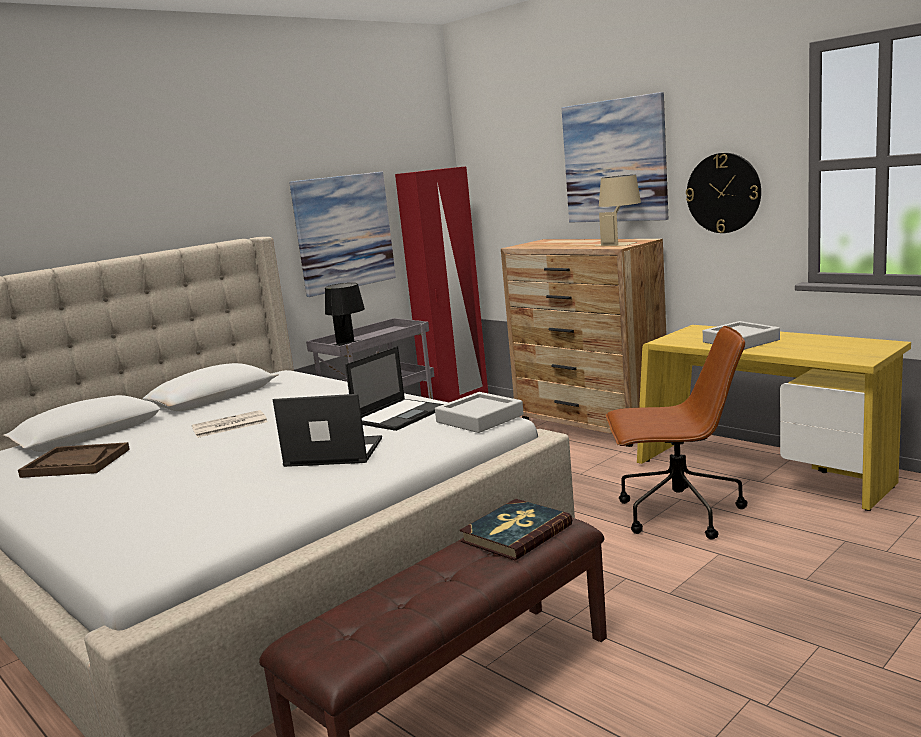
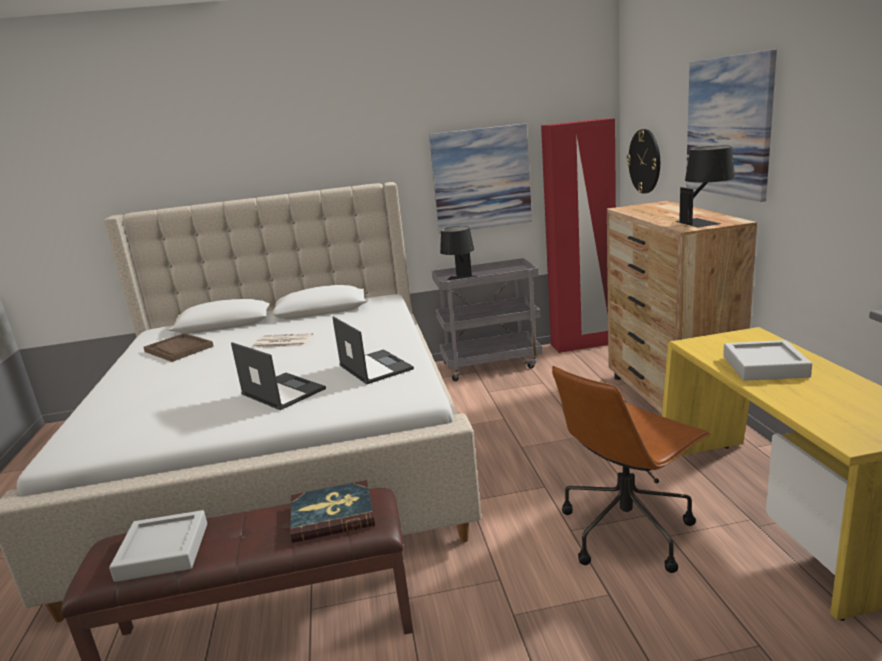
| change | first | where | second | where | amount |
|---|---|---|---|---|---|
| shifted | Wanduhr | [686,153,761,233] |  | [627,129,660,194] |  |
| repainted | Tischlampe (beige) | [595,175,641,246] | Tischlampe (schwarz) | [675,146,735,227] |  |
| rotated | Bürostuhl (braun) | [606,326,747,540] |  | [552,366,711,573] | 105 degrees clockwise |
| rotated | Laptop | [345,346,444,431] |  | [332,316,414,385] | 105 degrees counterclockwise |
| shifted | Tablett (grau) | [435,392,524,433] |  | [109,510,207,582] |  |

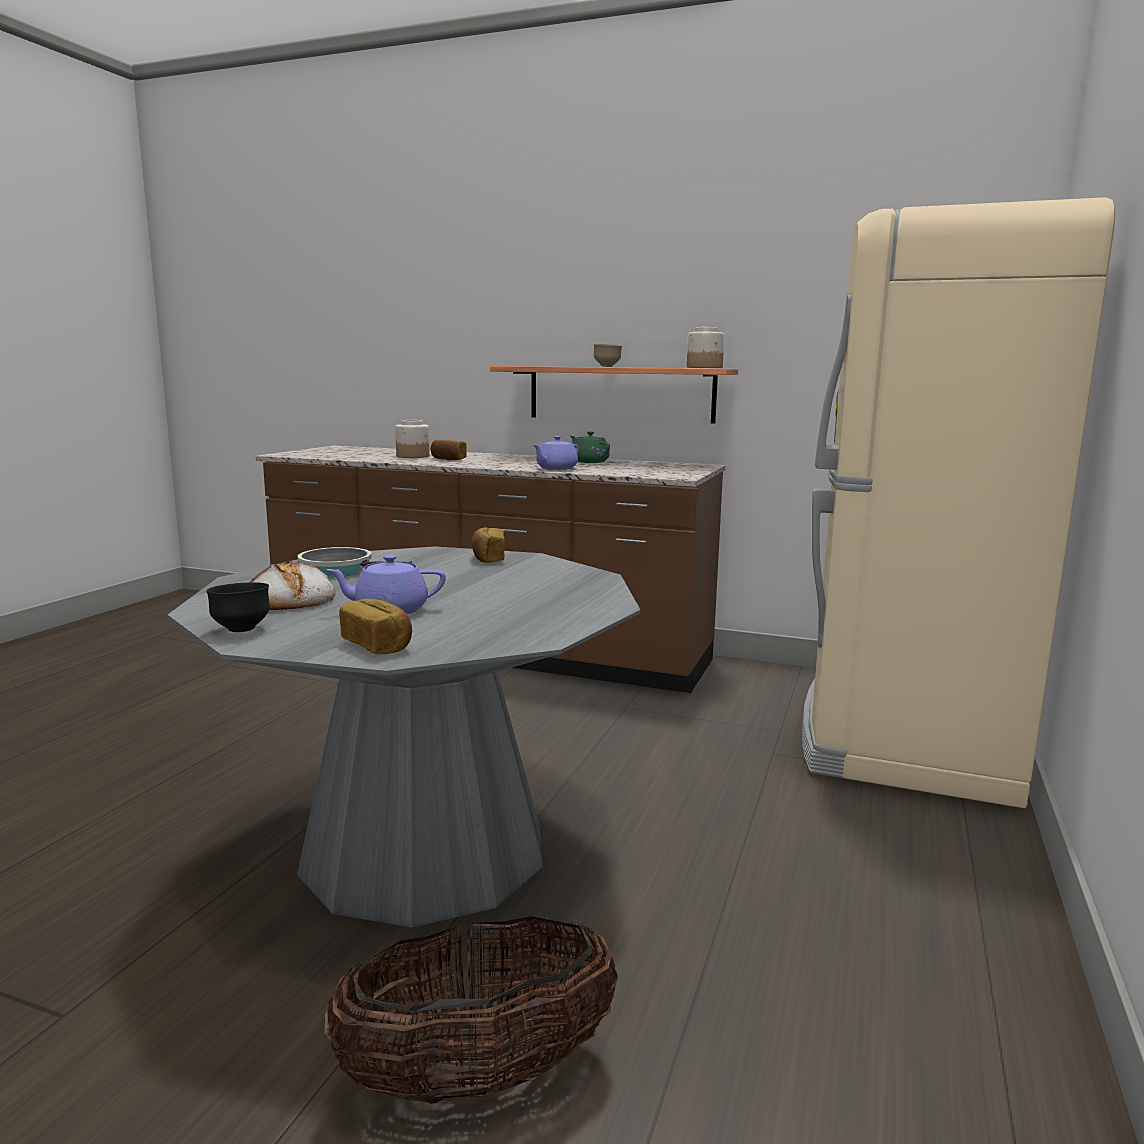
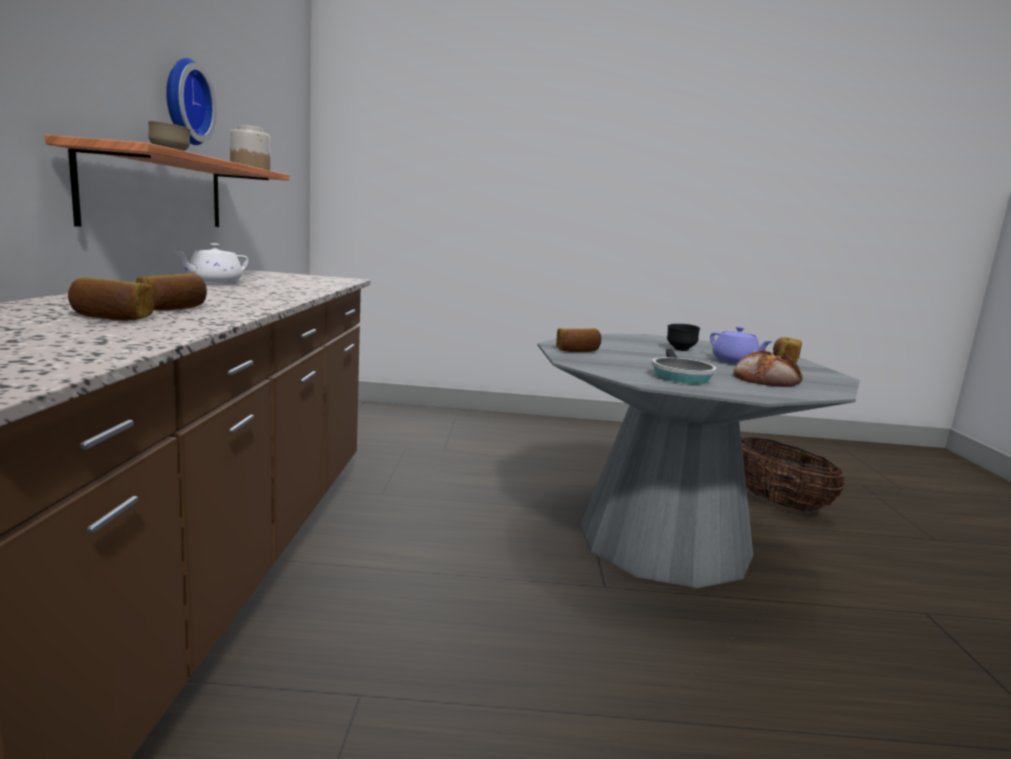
| change | first | where | second | where | amount |
|---|---|---|---|---|---|
| gone | Kühlschrank (beige) | [802,197,1115,808] |  |  |  |
| swapped | Vorratsglas | [395,420,429,458] | Brot | [68,277,153,321] |  |
| repainted | Teekanne (grün) | [570,431,610,463] | Teekanne (weiß) | [173,243,249,284] |  |
| gone | Teekanne (lila) | [533,436,578,470] |  |  |  |
| shifted | Schüssel (schwarz) | [206,582,270,632] |  | [667,324,700,351] |  |
| new |  |  | Wanduhr | [166,58,217,145] |  |

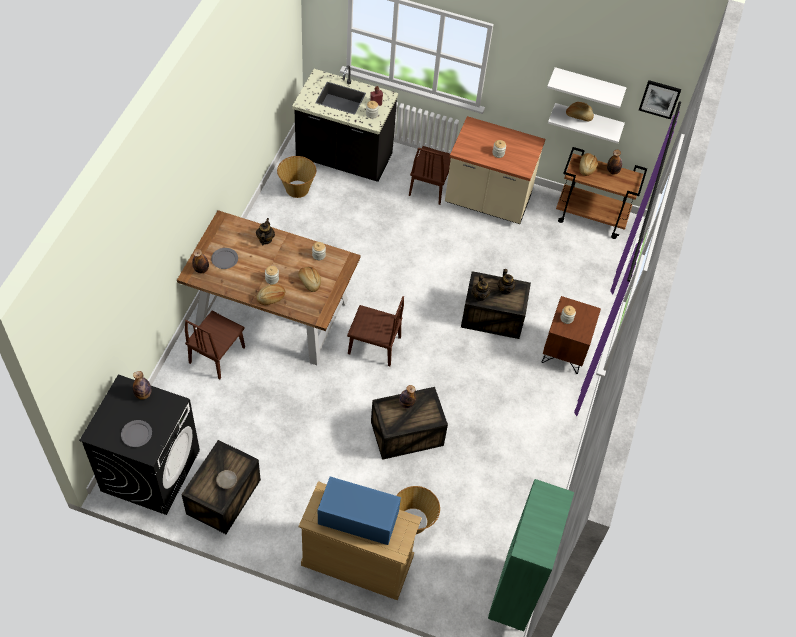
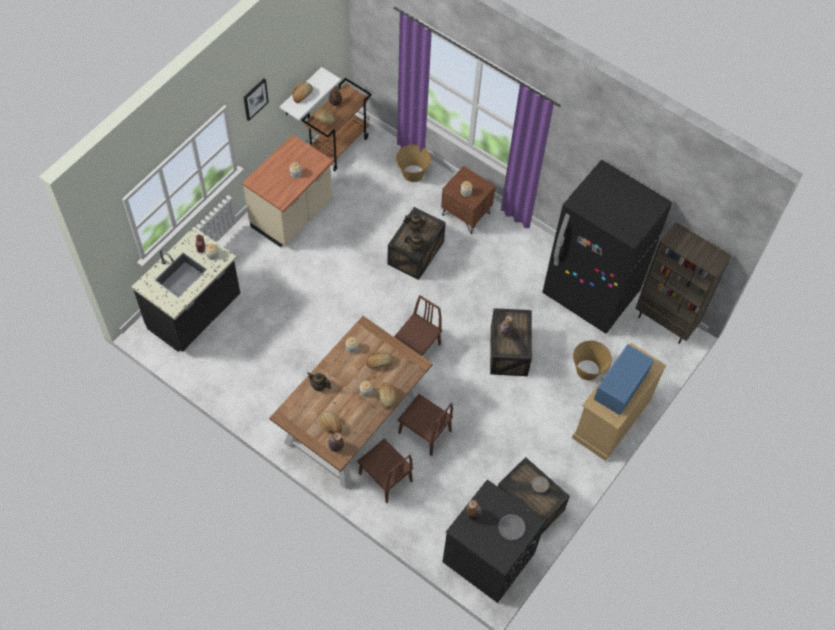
| change | first | where | second | where | amount |
|---|---|---|---|---|---|
| gone | Wandregal (weiß) | [547,67,627,109] |  |  |  |
| shifted | Bild | [639,80,681,119] |  | [244,79,269,121] |  |
| shifted | Stuhl (braun) | [409,146,451,205] |  | [398,394,453,456] |  |
| shifted | Korb | [277,156,316,198] |  | [396,145,431,182] |  |
| swapped | Teller (grau) | [211,248,238,269] | Brot | [319,411,342,434] |  |
| repainted | Bücherregal (grün) | [488,479,574,631] | Bücherregal (braun) | [635,222,732,344] |  |
| new |  |  | Kühlschrank (schwarz) | [542,160,672,334] |  |

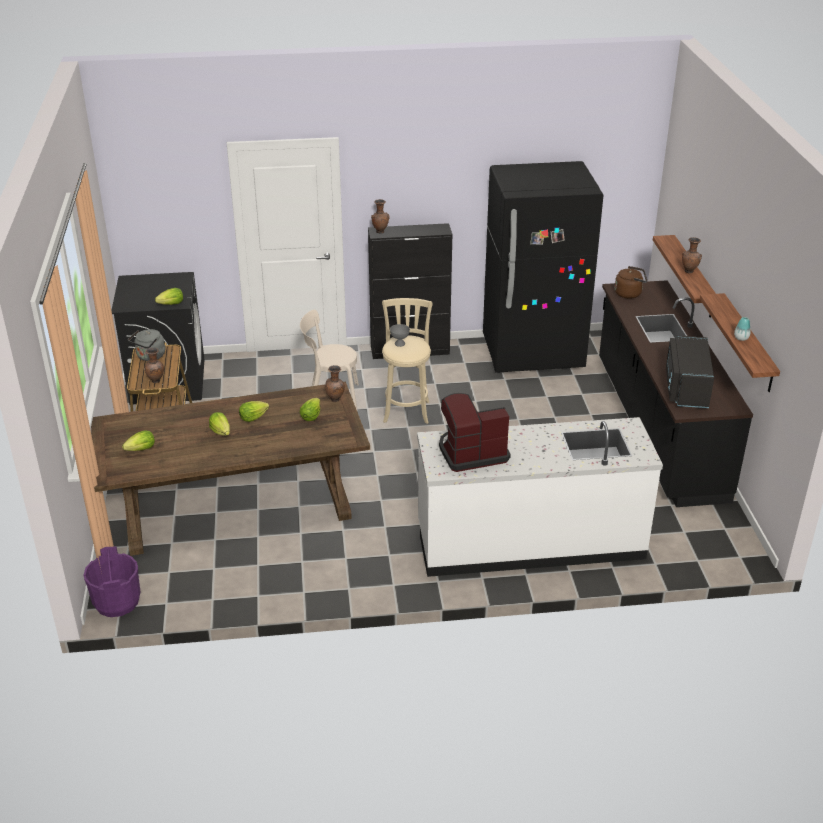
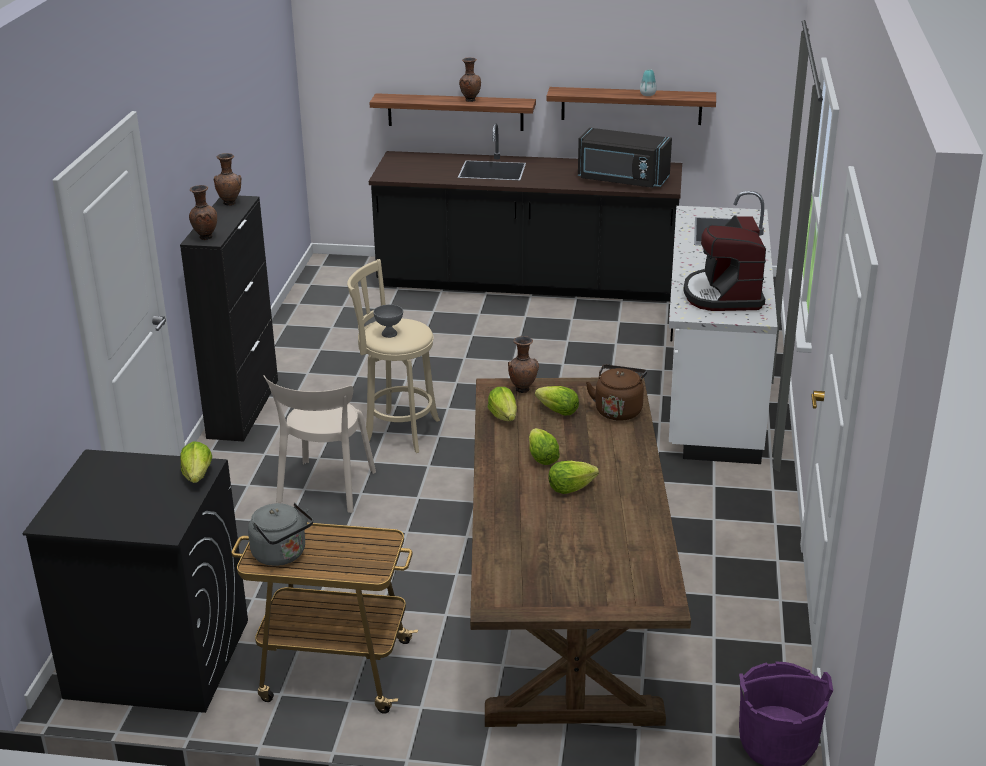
| change | first | where | second | where | amount |
|---|---|---|---|---|---|
| gone | Kühlschrank (schwarz) | [483,161,604,373] |  |  |  |
| shifted | Wasserkessel (braun) | [615,266,647,299] |  | [586,365,647,421] |  |
| shifted | Vase (braun) | [145,347,164,383] |  | [214,153,241,206] |  |
| shifted | Salatkopf | [122,430,155,451] |  | [488,387,517,421] |  |

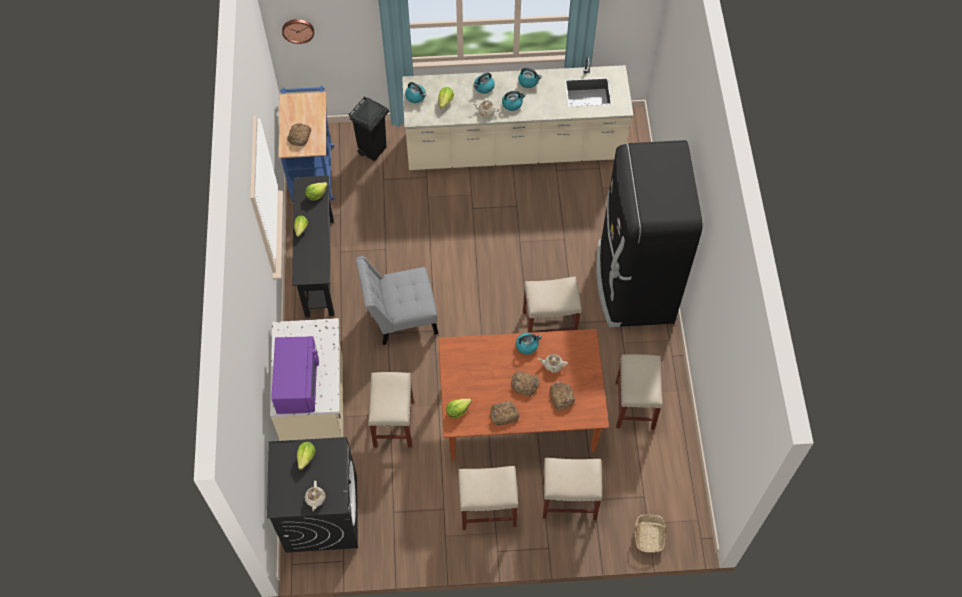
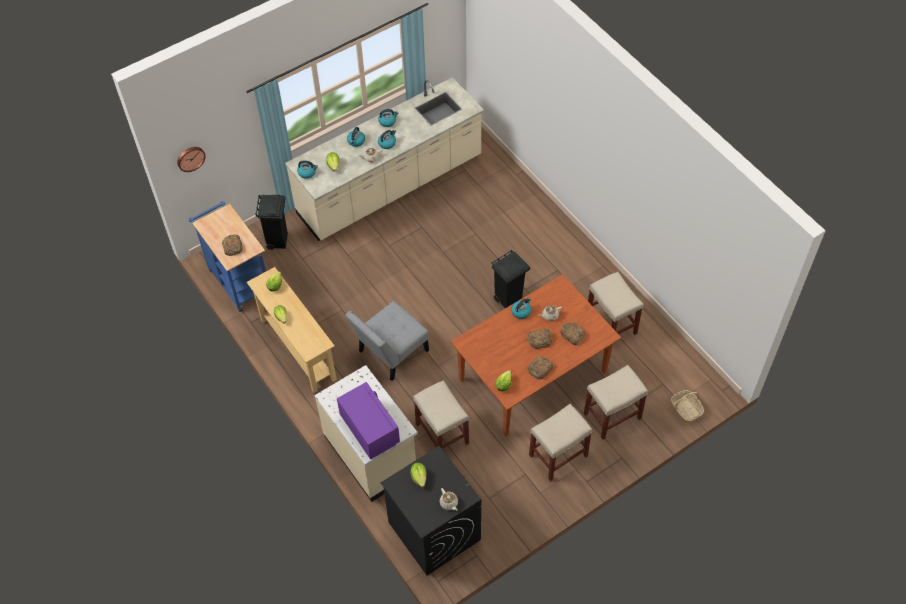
| change | first | where | second | where | amount |
|---|---|---|---|---|---|
| gone | Kühlschrank (schwarz) | [596,140,703,327] |  |  |  |
| repainted | Konsolentisch (schwarz) | [292,176,334,317] | Konsolentisch (beige) | [247,267,337,393] |  |
| swapped | Hocker (beige) | [523,276,582,333] | Mülleimer (schwarz) | [492,250,530,308] |  |

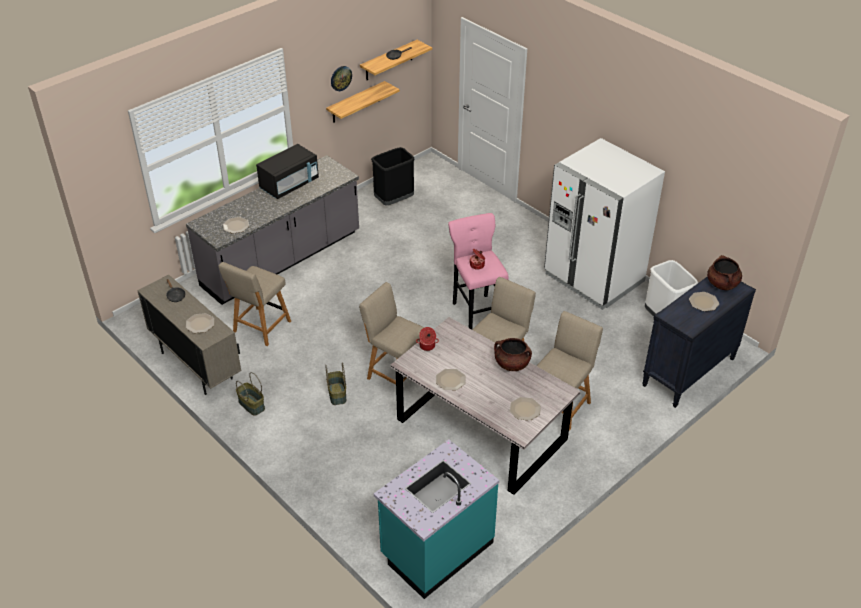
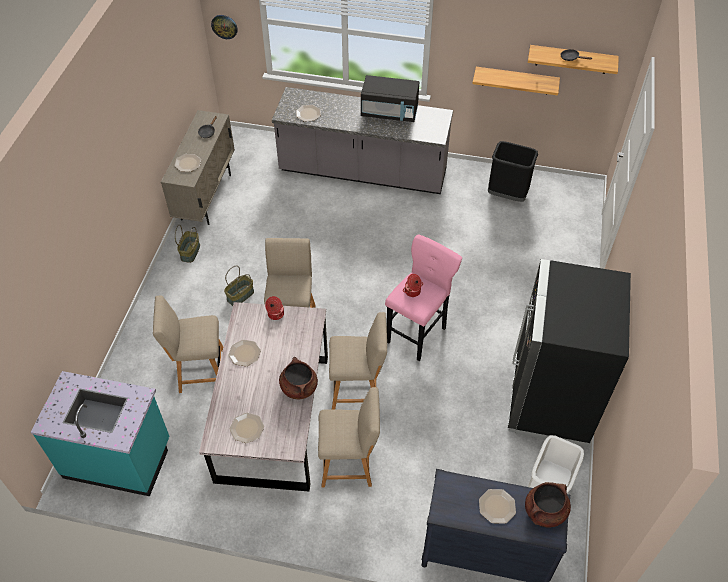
| change | first | where | second | where | amount |
|---|---|---|---|---|---|
| shifted | Wanduhr | [331,66,352,91] |  | [211,15,238,39] |  |
| repainted | Kühlschrank (weiß) | [544,138,665,310] | Kühlschrank (schwarz) | [508,259,631,447] |  |
| shifted | Stuhl (beige) | [219,262,291,346] |  | [153,296,223,393] |  |

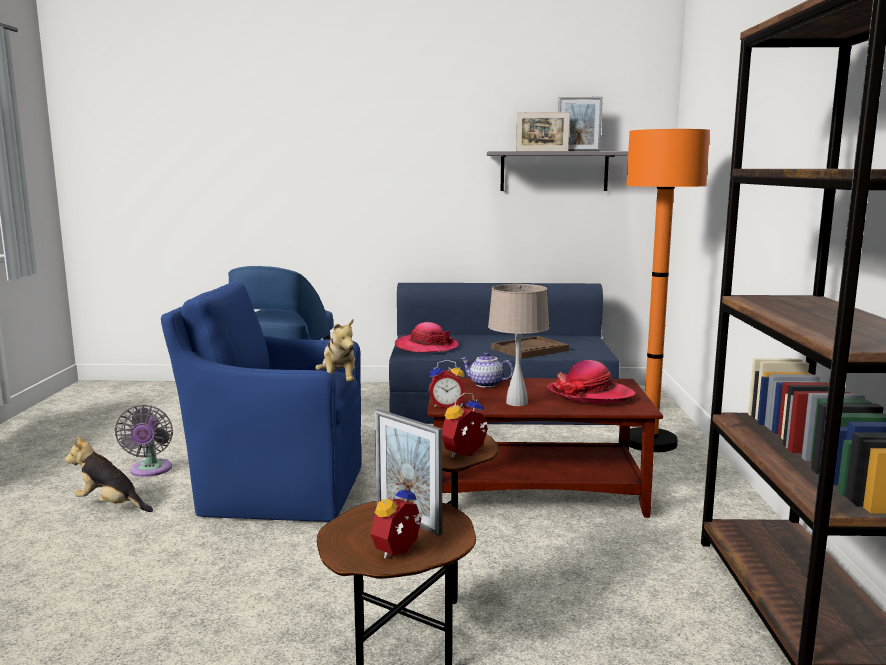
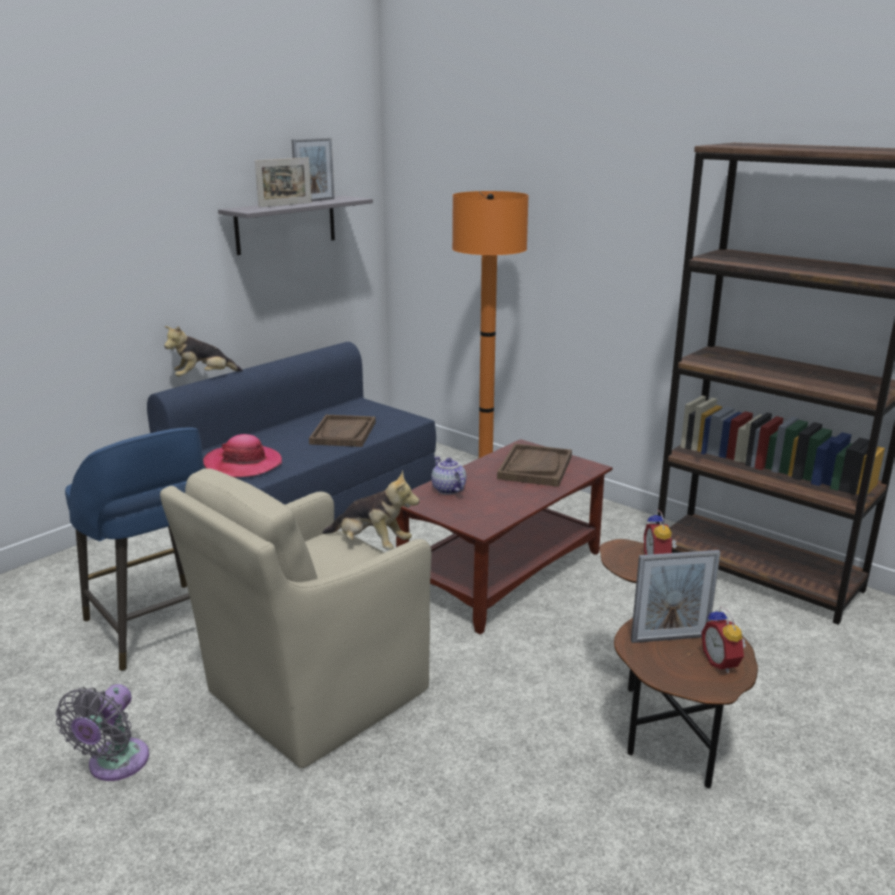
| change | first | where | second | where | amount |
|---|---|---|---|---|---|
| repainted | Sessel (blau) | [161,282,361,522] | Sessel (beige) | [160,468,431,768] |  |
| gone | Tischlampe (beige) | [488,284,549,406] |  |  |  |
| rotated | Teekanne | [461,352,514,388] |  | [431,456,466,495] | 90 degrees clockwise |
| gone | Wecker | [429,360,465,409] |  |  |  |
| swapped | Hut | [547,360,636,404] | Tablett (braun) | [497,443,572,487] |  |
| rotated | Ventilator (grau) | [115,405,173,477] |  | [56,684,149,781] | 75 degrees clockwise |
| shifted | Plüschtier | [65,436,153,512] |  | [164,326,243,377] |  |

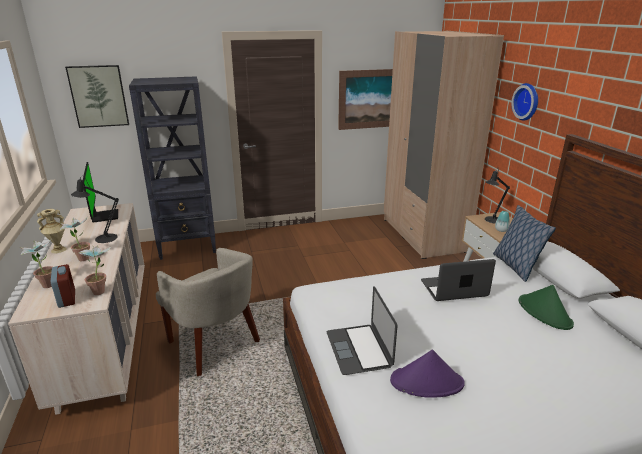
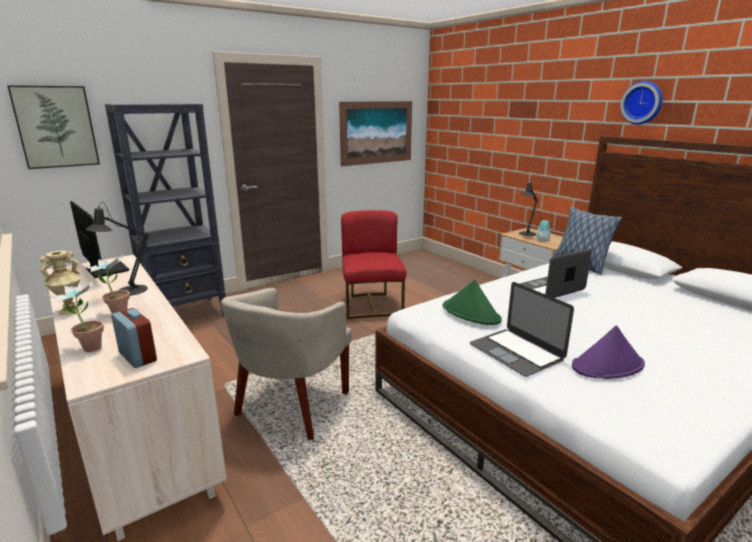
| change | first | where | second | where | amount |
|---|---|---|---|---|---|
| gone | Kleiderschrank (beige) | [384,30,504,259] |  |  |  |
| shifted | Wanduhr | [511,83,538,121] |  | [620,81,663,125] |  |
| gone | Topfpflanze | [79,245,110,295] |  |  |  |
| rotated | Sessel (beige) | [156,248,260,376] |  | [221,288,352,440] | 90 degrees clockwise |
| shifted | Hut (grün) | [518,285,574,330] |  | [443,280,502,325] |  |
| new |  |  | Stuhl (rot) | [341,210,406,319] |  |

